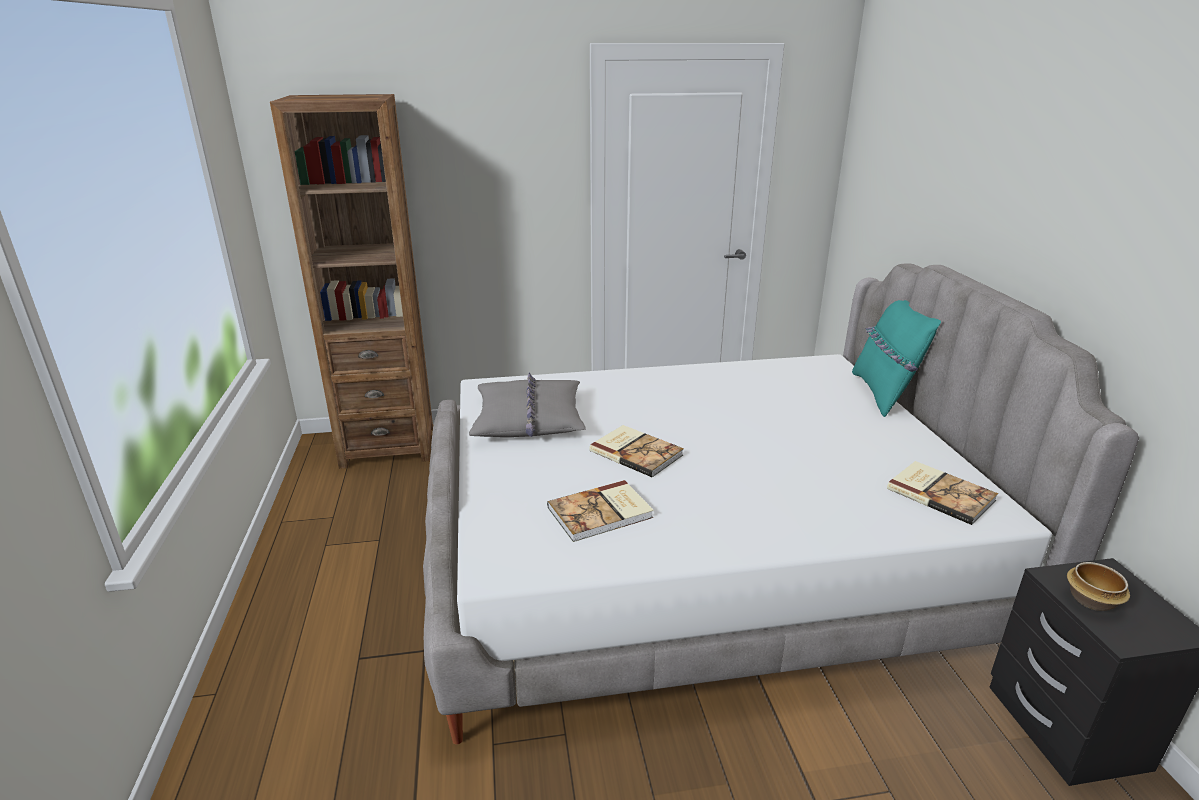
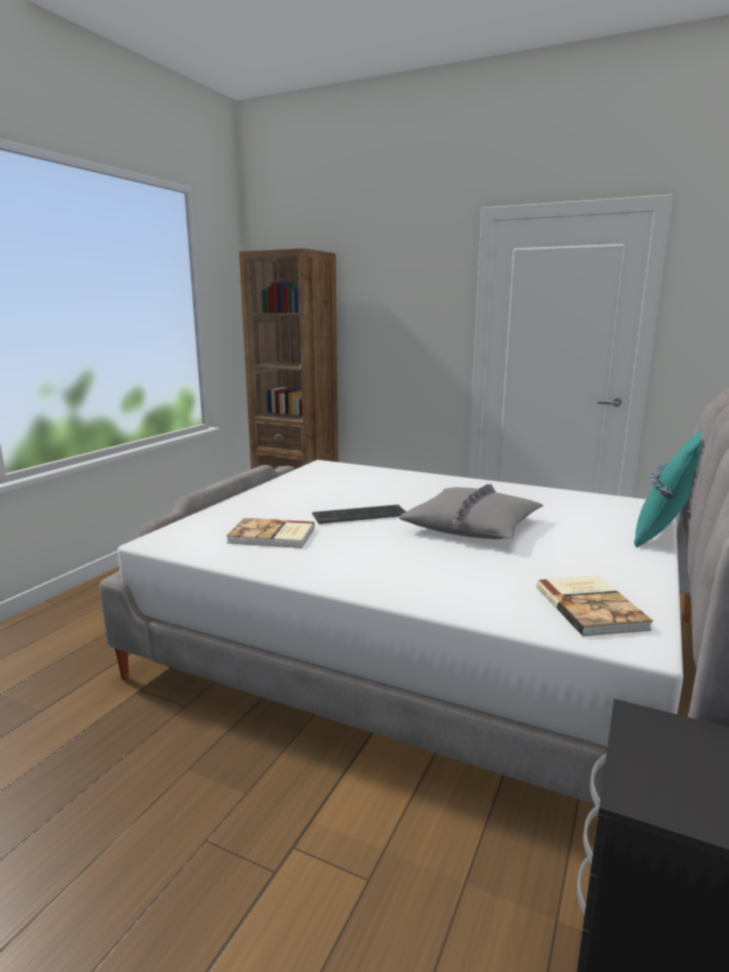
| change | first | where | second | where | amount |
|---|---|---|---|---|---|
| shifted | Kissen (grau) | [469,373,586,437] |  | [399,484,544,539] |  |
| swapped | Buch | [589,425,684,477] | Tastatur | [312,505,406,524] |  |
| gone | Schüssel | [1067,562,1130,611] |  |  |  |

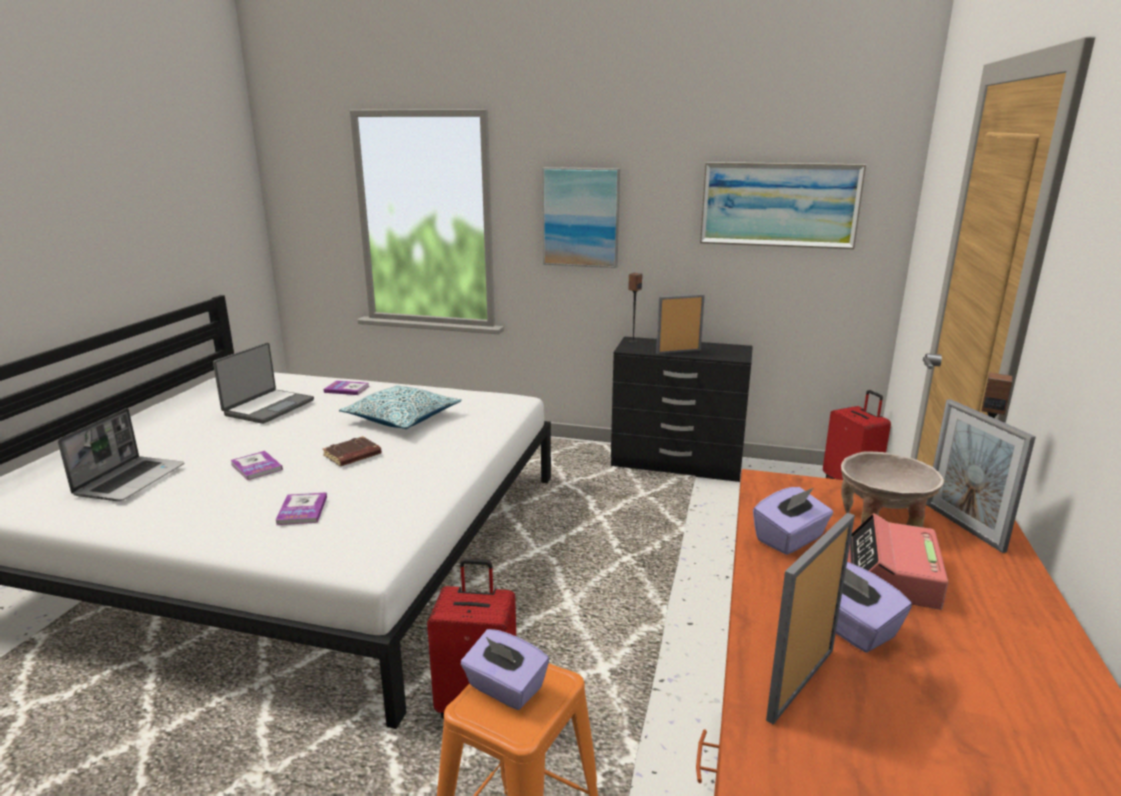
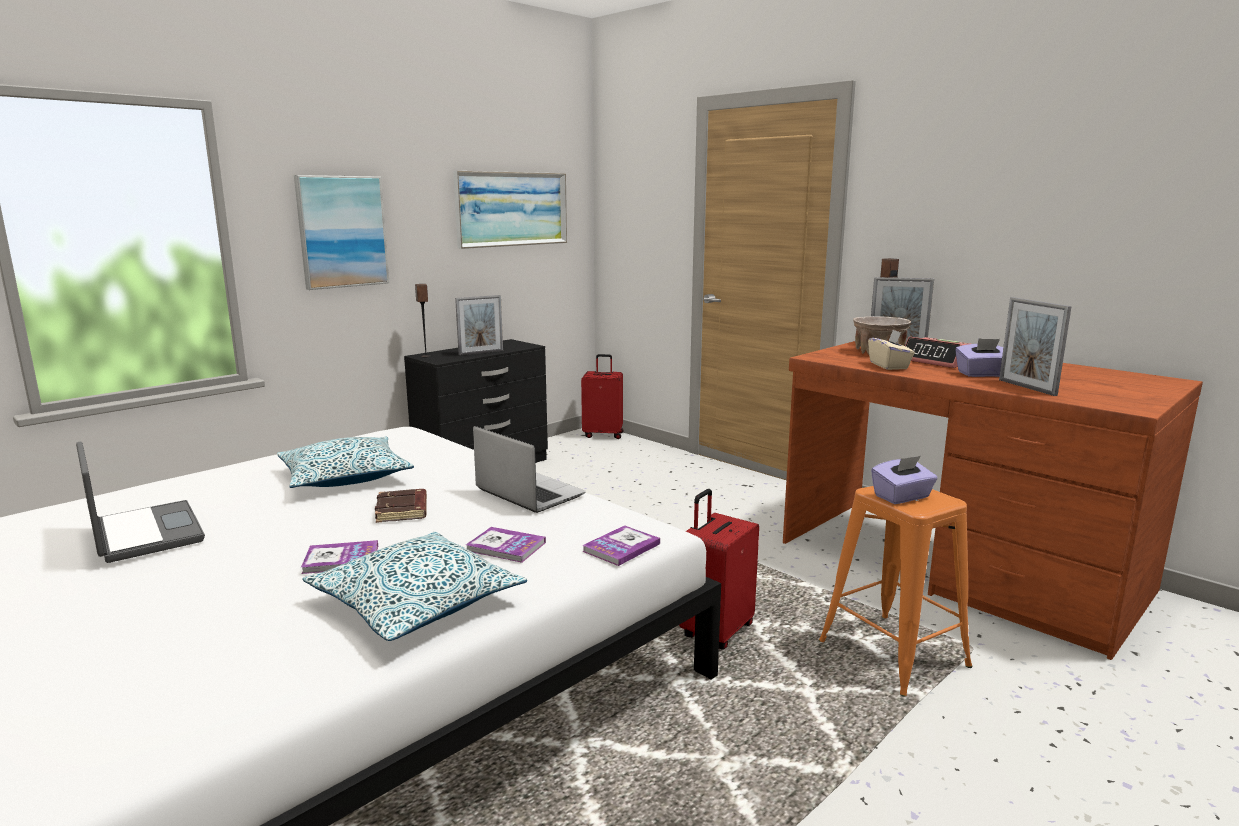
| change | first | where | second | where | amount |
|---|---|---|---|---|---|
| rotated | Bilderrahmen | [656,294,705,354] |  | [455,295,503,355] | 135 degrees counterclockwise |
| shifted | Buch | [324,380,369,395] |  | [582,525,660,566] |  |
| shifted | Laptop | [58,408,185,501] |  | [473,426,586,513] |  |
| repainted | Taschentuchbox (lila) | [753,487,833,555] | Taschentuchbox (beige) | [868,329,915,370] |  |
| new |  |  | Kissen | [302,532,527,641] |  |

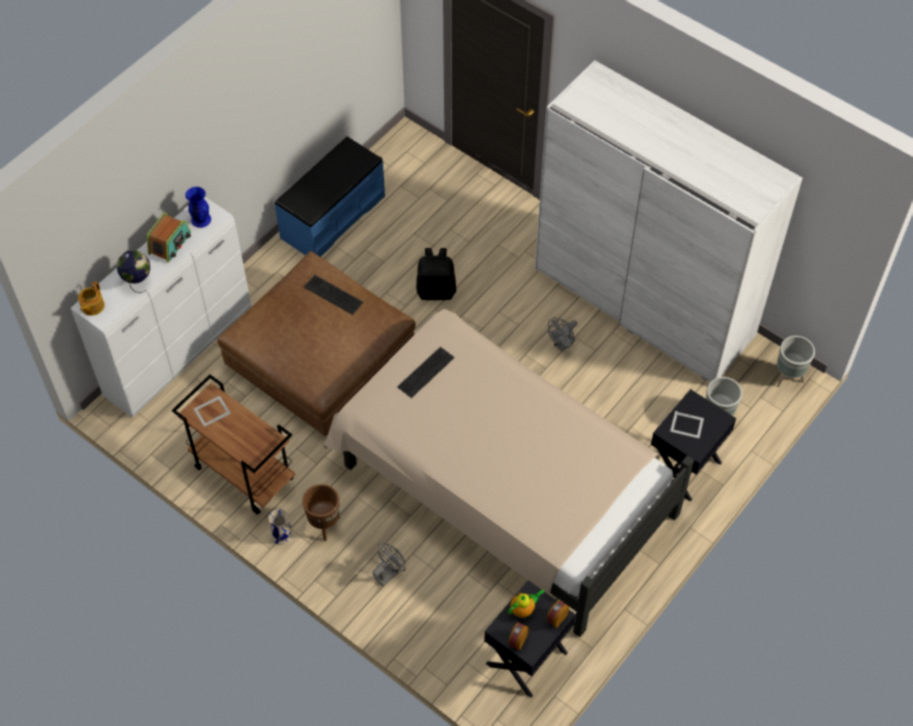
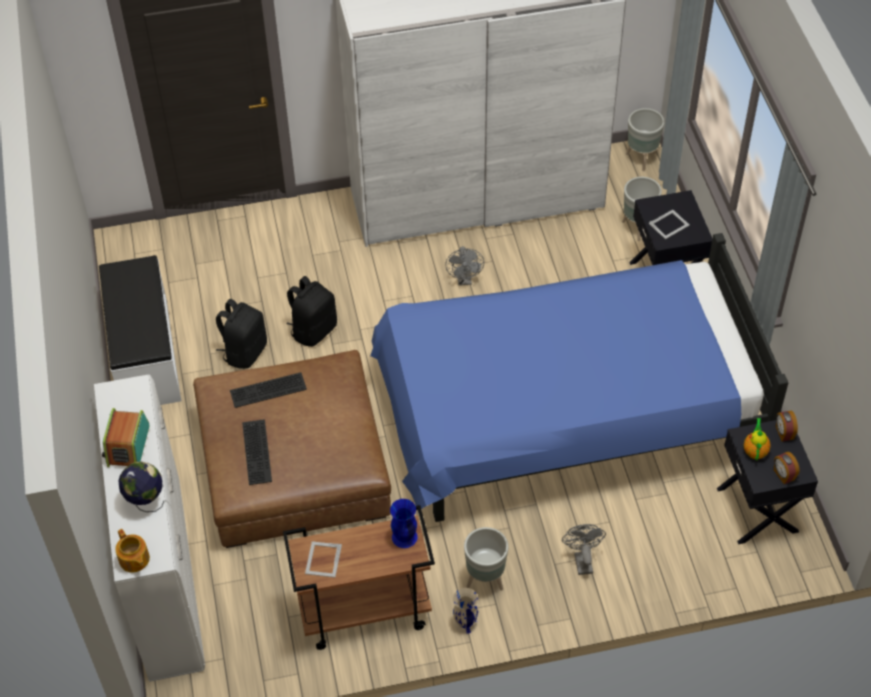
| change | first | where | second | where | amount |
|---|---|---|---|---|---|
| repainted | Bank (blau) | [274,137,385,257] | Bank (weiß) | [99,255,182,405] |  |
| shifted | Vase (blau) | [185,187,211,228] |  | [390,499,417,548] |  |
| rotated | Radio | [147,212,191,263] |  | [102,408,149,467] | 150 degrees counterclockwise |
| repainted | Bett (beige) | [323,309,694,637] | Bett (blau) | [370,233,789,522] |  |
| shifted | Tastatur | [397,347,455,398] |  | [242,419,272,485] |  |
| repainted | Pflanzkübel (braun) | [302,484,340,541] | Pflanzkübel (grau) | [464,527,508,591] |  |
| new |  |  | Rucksack (schwarz) | [216,299,267,369] |  |

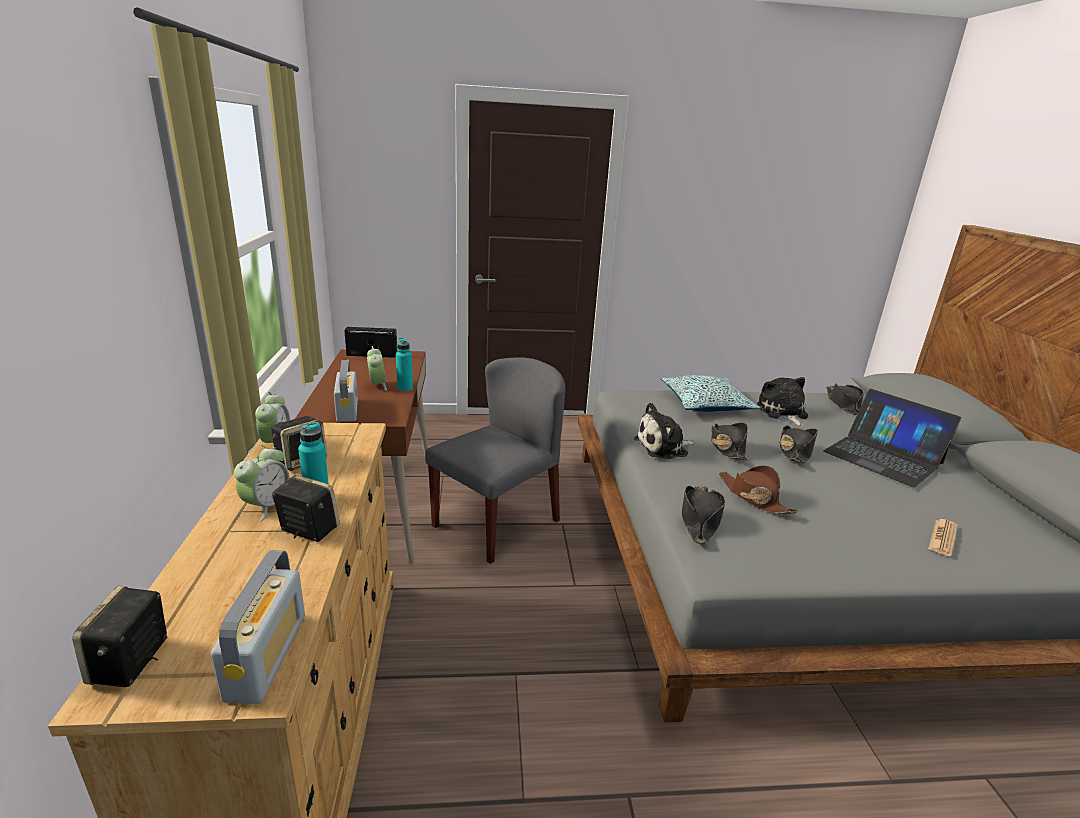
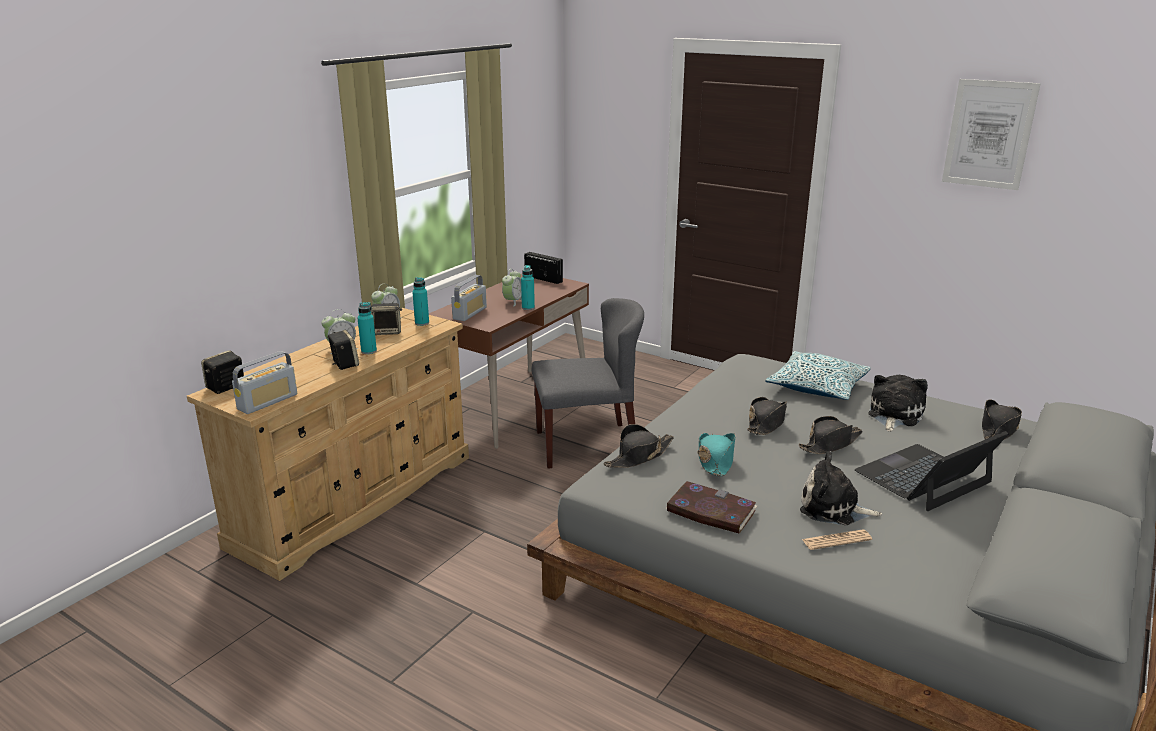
| change | first | where | second | where | amount |
|---|---|---|---|---|---|
| rotated | Laptop | [823,389,961,487] |  | [854,431,1008,511] | 60 degrees clockwise |
| shifted | Plüschtier | [634,403,695,460] |  | [800,451,882,525] |  |
| repainted | Hut (braun) | [719,466,798,514] | Hut (türkis) | [697,433,736,476] |  |
| new |  |  | Bild | [942,79,1041,190] |  |
| new |  |  | Flasche (türkis) | [412,277,429,326] |  |
| new |  |  | Buch | [666,481,757,534] |  |

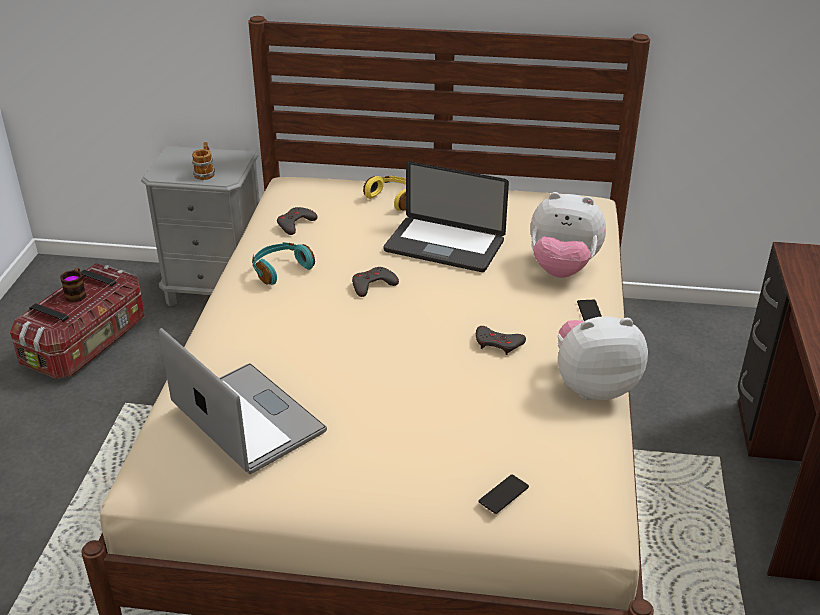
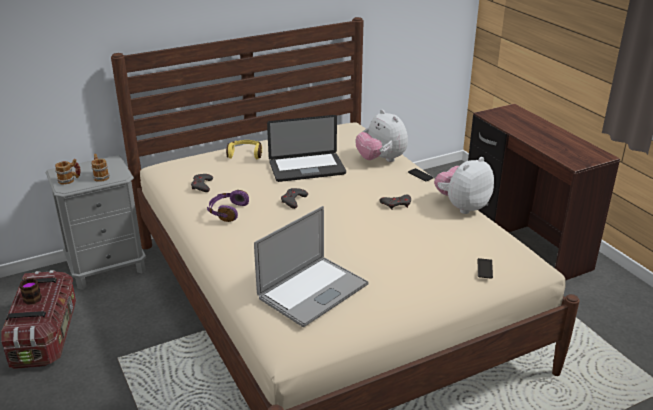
| change | first | where | second | where | amount |
|---|---|---|---|---|---|
| rotated | Plüschtier | [530,192,606,278] |  | [355,110,408,162] | 75 degrees clockwise |
| repainted | Kopfhörer (türkis) | [252,242,315,285] | Kopfhörer (lila) | [207,190,249,222] |  |
| rotated | Laptop | [159,328,327,474] |  | [254,206,369,327] | 120 degrees clockwise |
| new |  |  | Henkelbecher | [55,159,81,185] |  |

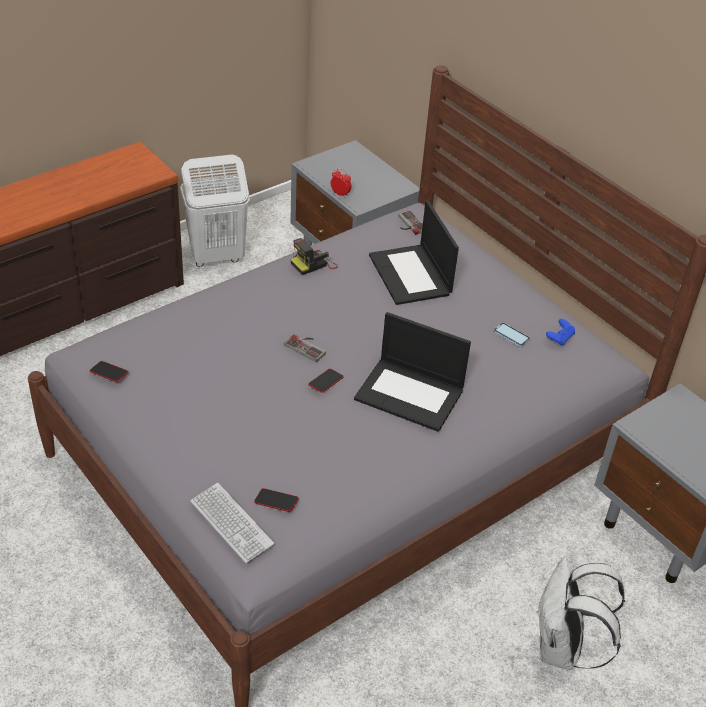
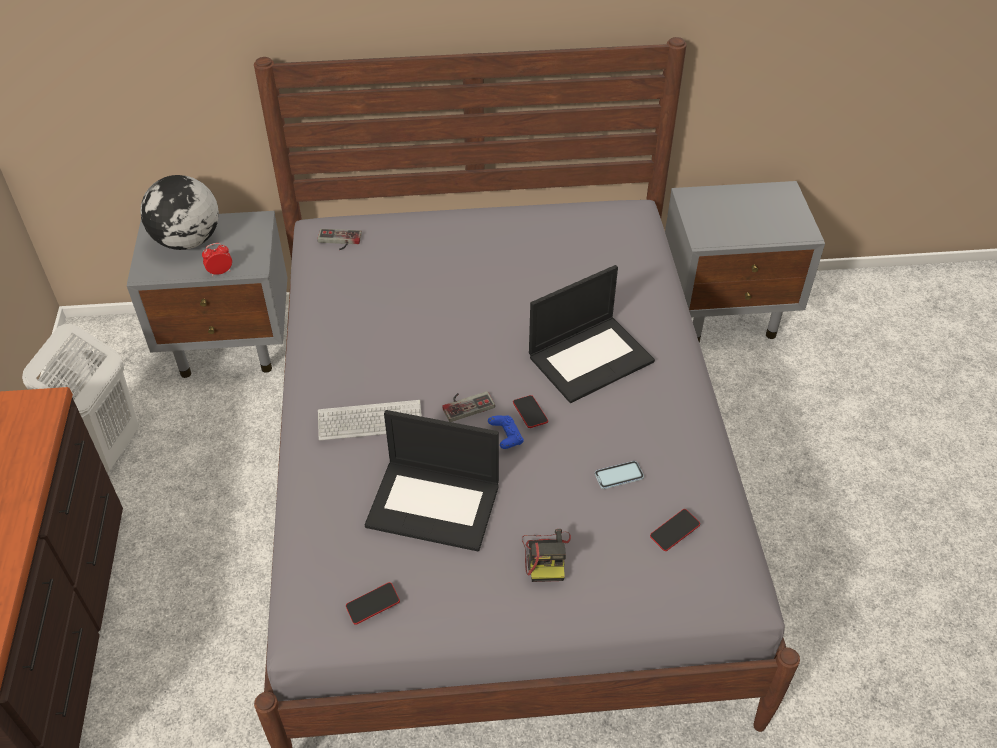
| change | first | where | second | where | amount |
|---|---|---|---|---|---|
| shifted | Laptop | [369,200,459,305] |  | [365,410,499,552] |  |
| shifted | Kamera | [291,238,338,275] |  | [522,529,571,582] |  |
| shifted | Gamepad (blau) | [546,319,575,346] |  | [488,415,524,449] |  |
| shifted | Handy | [494,323,530,347] |  | [595,461,644,489] |  |
| shifted | Tastatur | [190,483,274,563] |  | [318,400,422,440] |  |
| gone | Rucksack (weiß) | [536,556,625,670] |  |  |  |
| new |  |  | Globus | [140,175,219,250] |  |

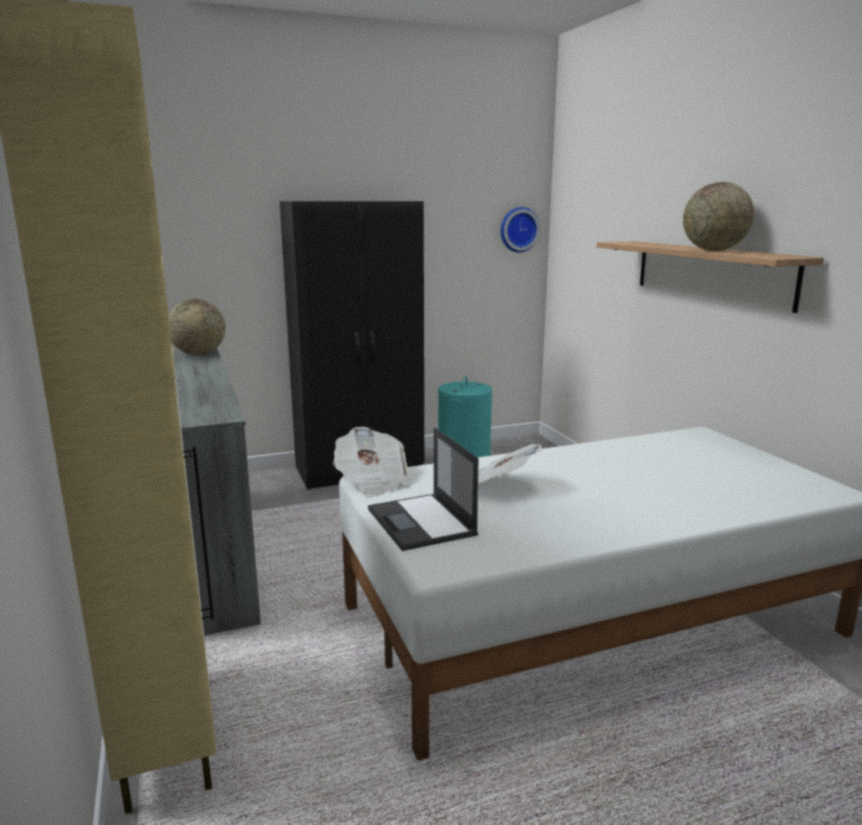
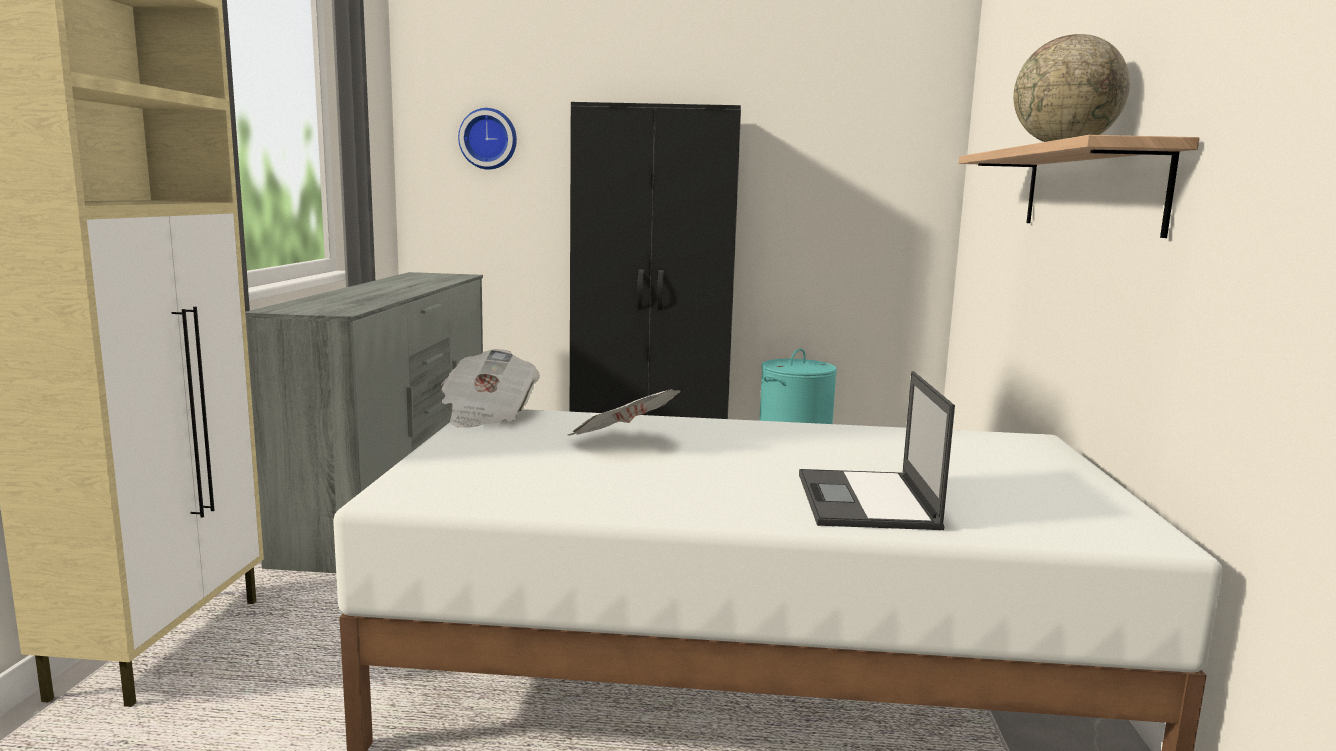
| change | first | where | second | where | amount |
|---|---|---|---|---|---|
| shifted | Wanduhr | [501,207,540,252] |  | [458,108,517,170] |  |
| gone | Globus | [169,299,225,355] |  |  |  |
| shifted | Laptop | [368,427,479,551] |  | [799,371,955,530] |  |

